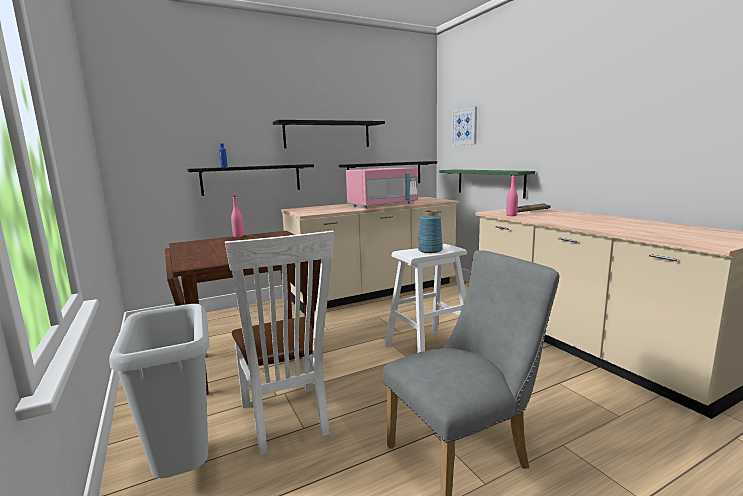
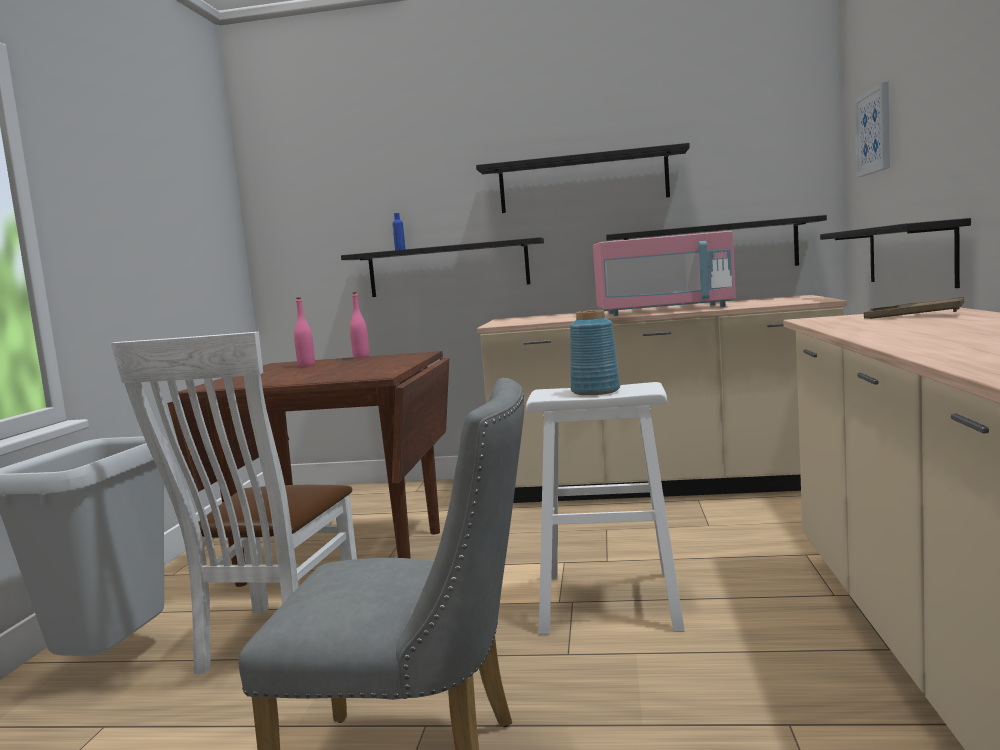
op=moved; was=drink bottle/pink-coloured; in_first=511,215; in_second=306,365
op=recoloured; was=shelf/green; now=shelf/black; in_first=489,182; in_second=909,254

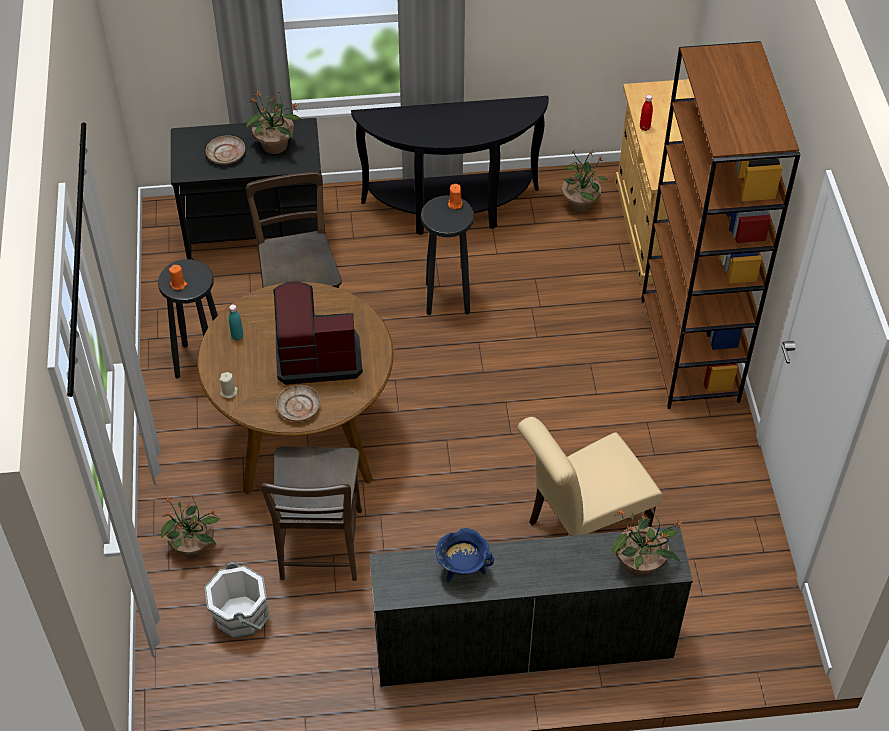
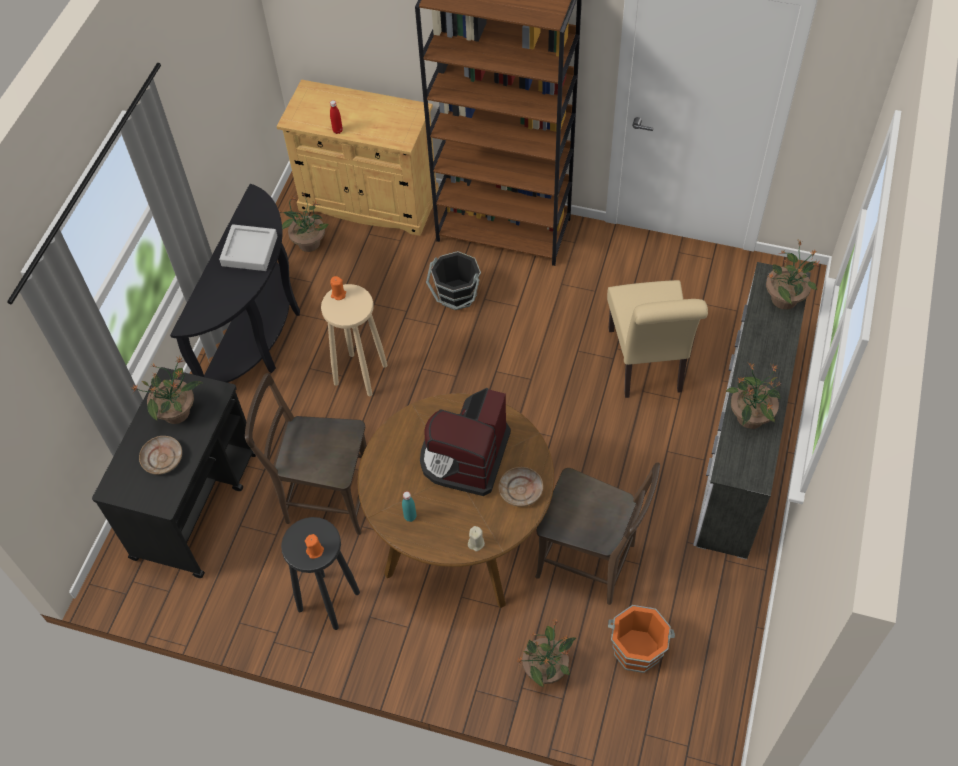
op=added; now=carrying tray/greyish; in_second=249,251
op=added; now=pail/black; in_second=457,295
op=replaced; was=cooking pot/blue-coloured; now=houseplant; in_first=463,569; in_second=750,417
op=recoloured; was=pail/white-coloured; now=pail/orange; in_first=241,616; in_second=637,649
op=recoloured; was=sitting stool/black; now=sitting stool/sand-coloured; in_first=447,299; in_second=361,374

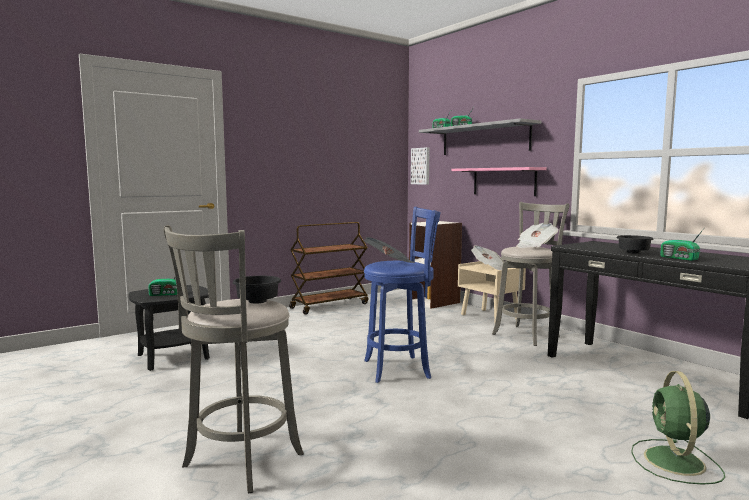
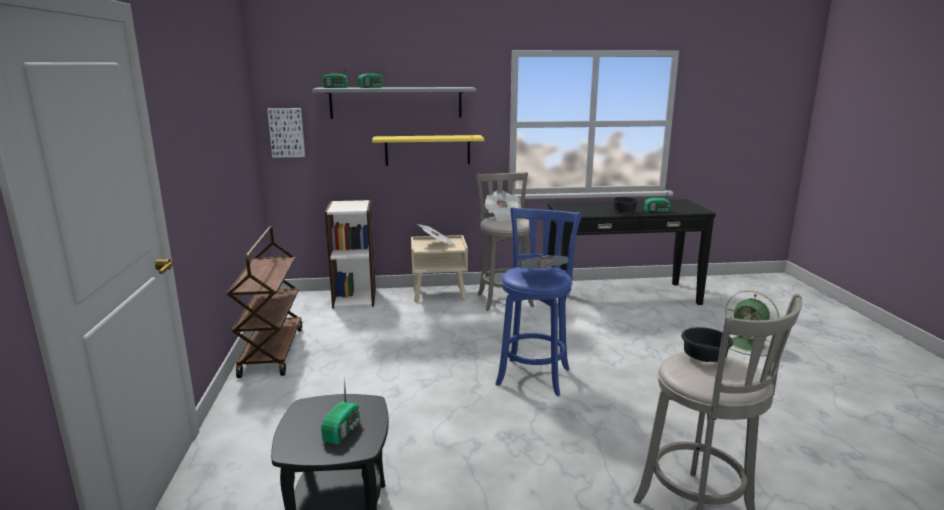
op=recoloured; was=shelf/pink-coloured; now=shelf/yellowish; in_first=504,181; in_second=427,150

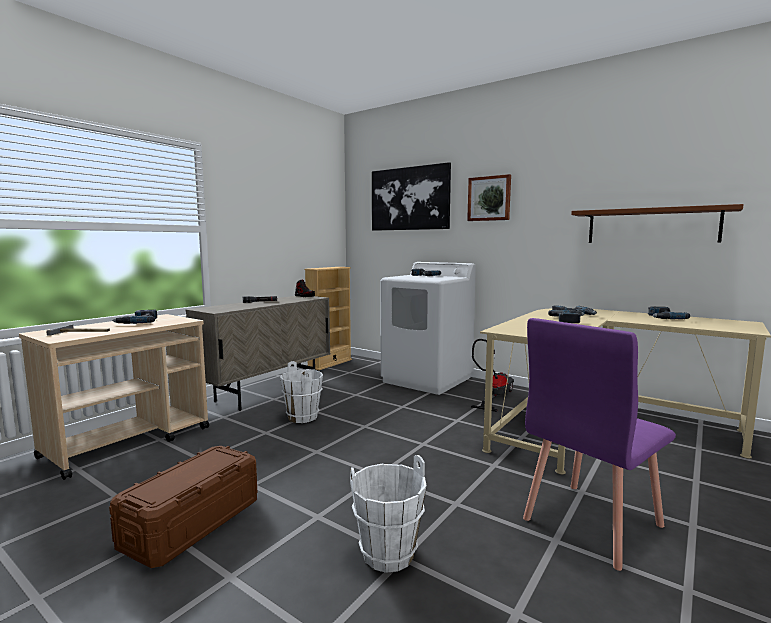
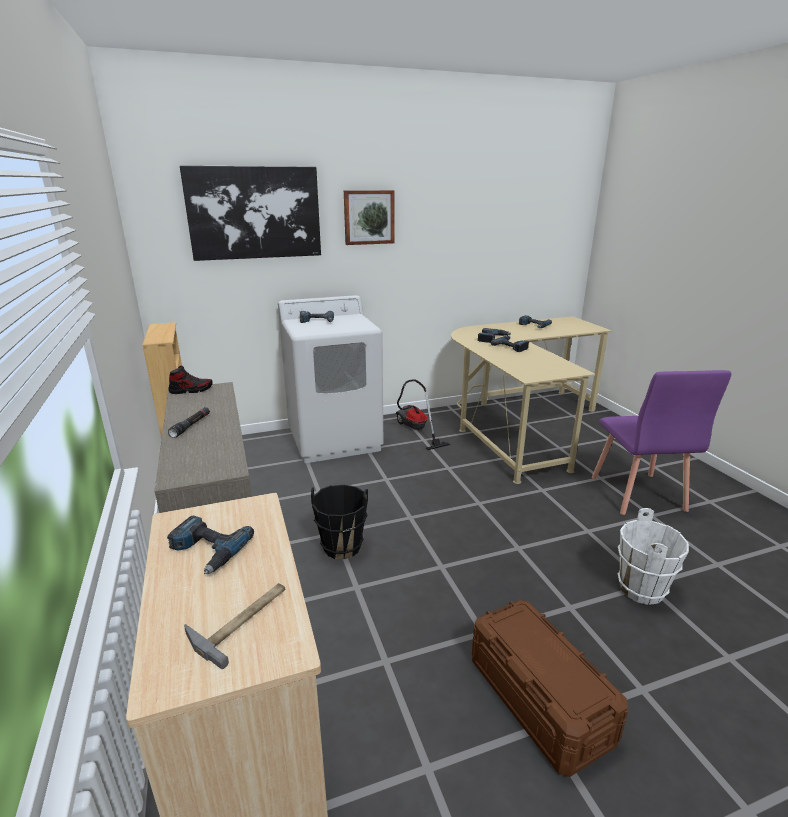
op=removed; was=shelf/brown; in_first=651,226
op=recoloured; was=pail/white-coloured; now=pail/black; in_first=303,417; in_second=342,547

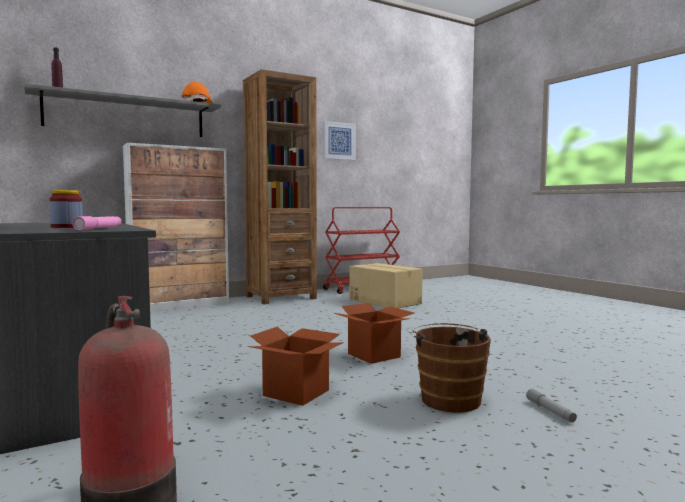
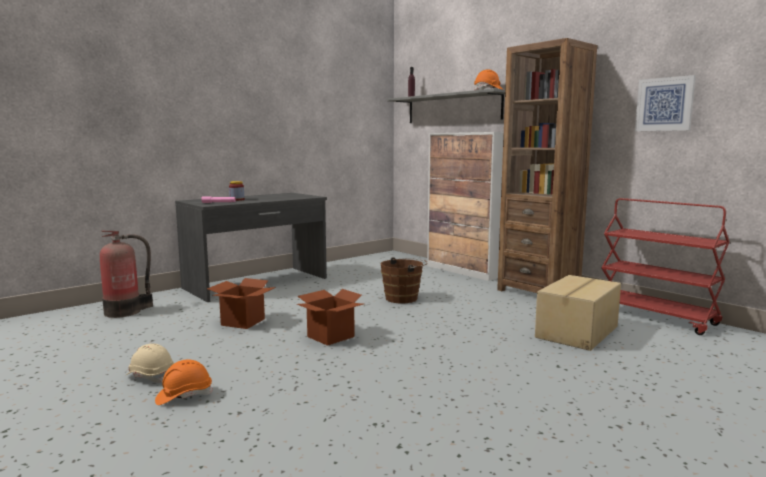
op=added; now=work helmet/sand-coloured; in_second=150,376
op=moved; was=pail/brown; in_first=449,398; in_second=404,298
op=replaced; was=flashlight/greyish; now=work helmet/orange; in_first=550,411; in_second=184,396

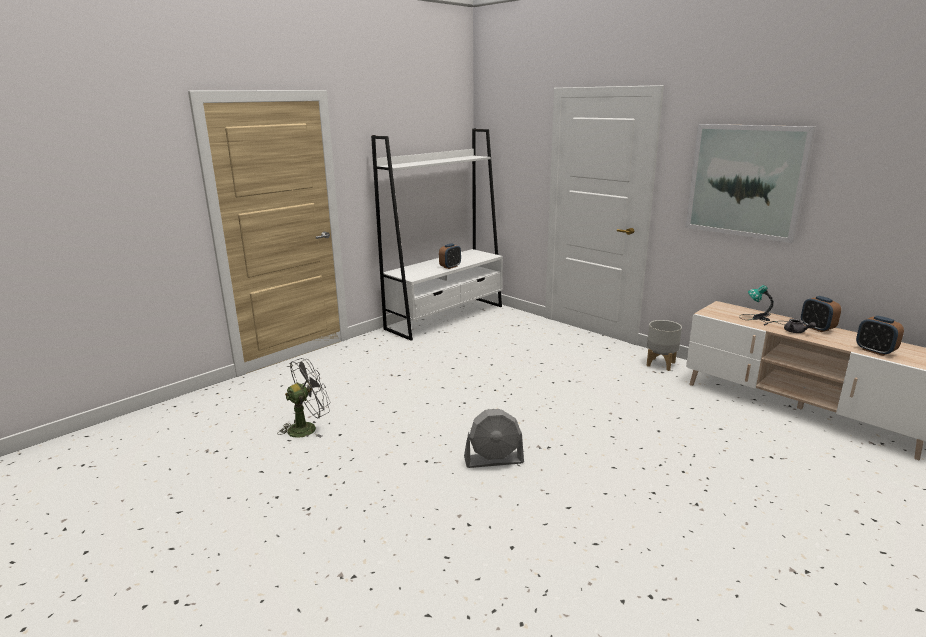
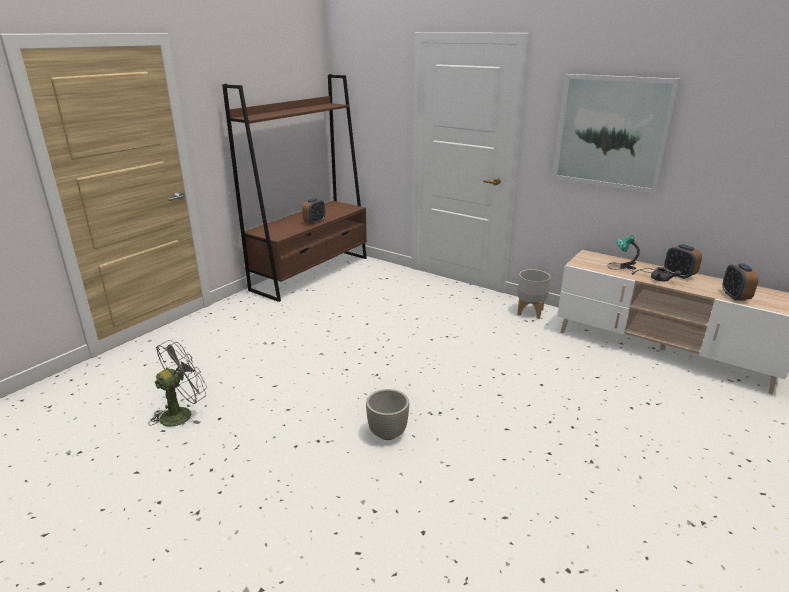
op=replaced; was=electric fan/greyish; now=plant pot/greyish; in_first=494,460; in_second=388,433
op=recoloured; was=bookcase/white-coloured; now=bookcase/brown; in_first=446,317; in_second=311,273
op=turned; was=table clock; in_first=875,351; in_second=735,296; clockwise=45

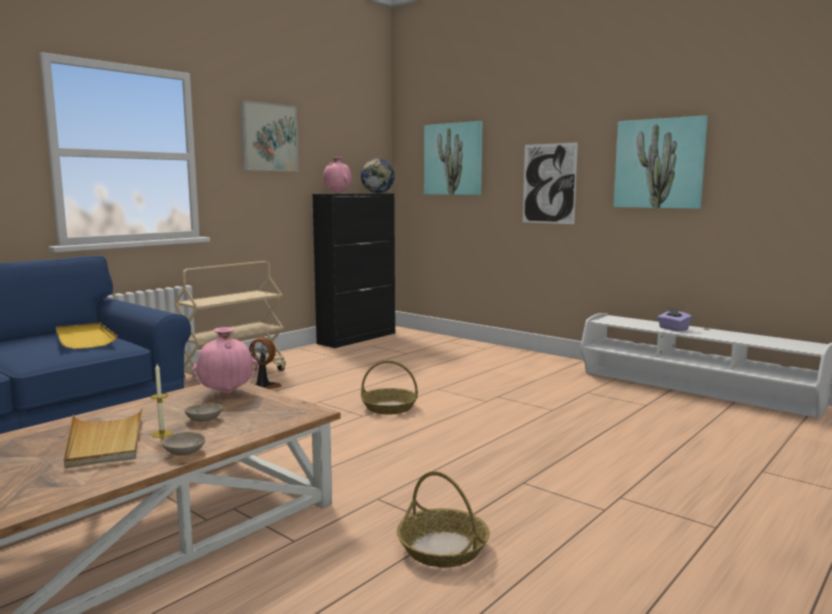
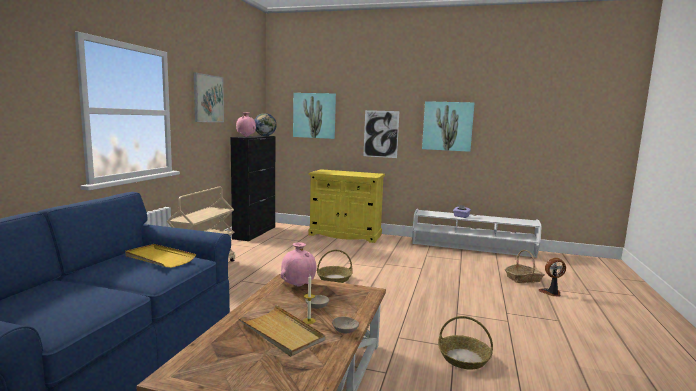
op=added; now=cupboard/yellowish; in_second=345,235
op=added; now=basket; in_second=523,279
op=moved; was=electric fan; in_first=264,387; in_second=551,293

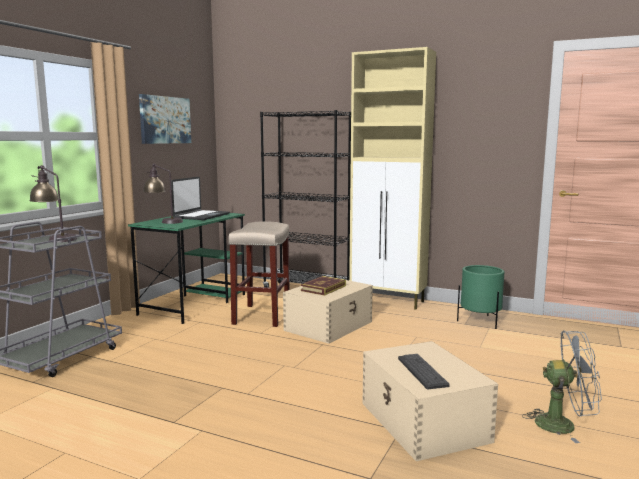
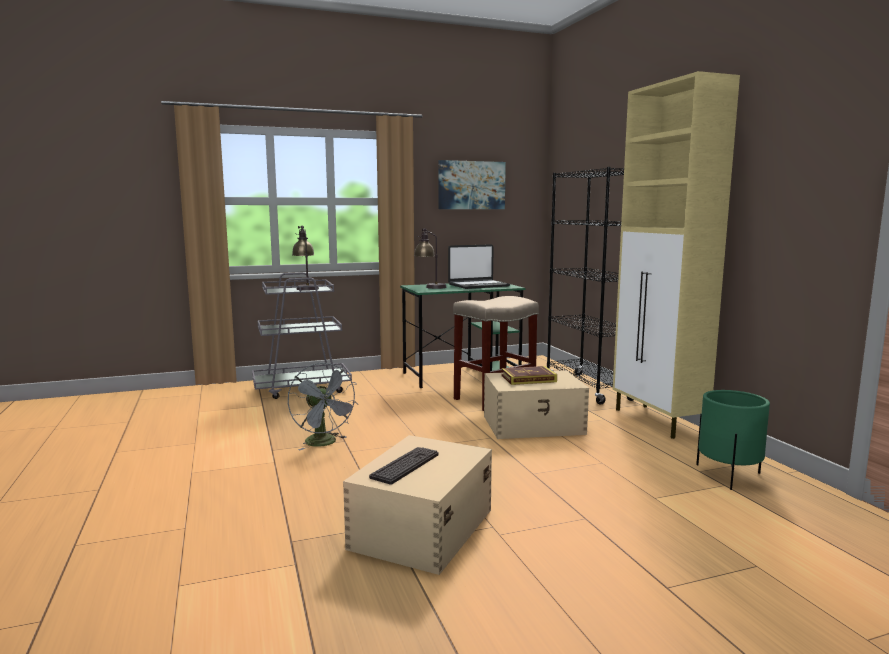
op=moved; was=electric fan/greyish; in_first=563,425; in_second=324,443

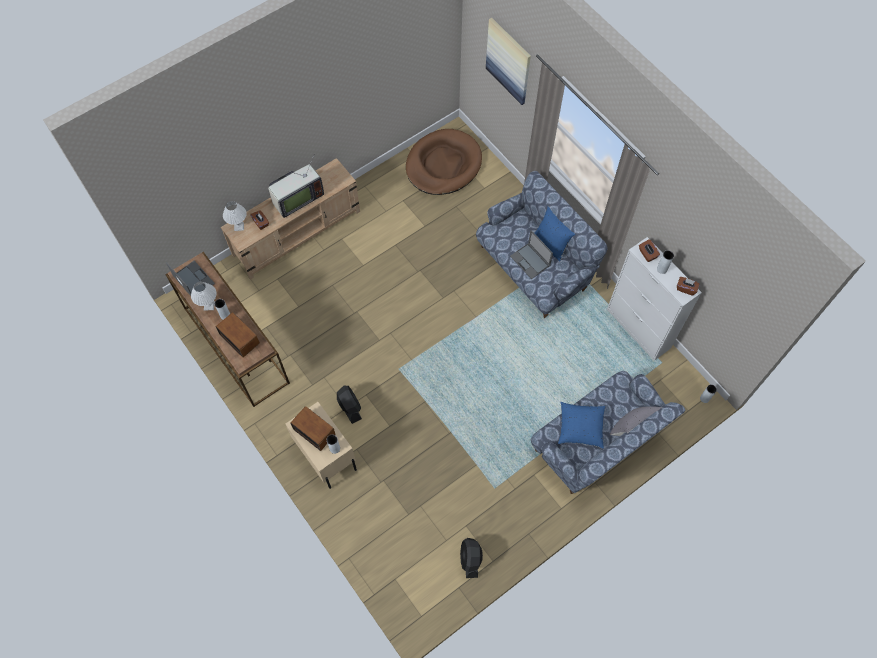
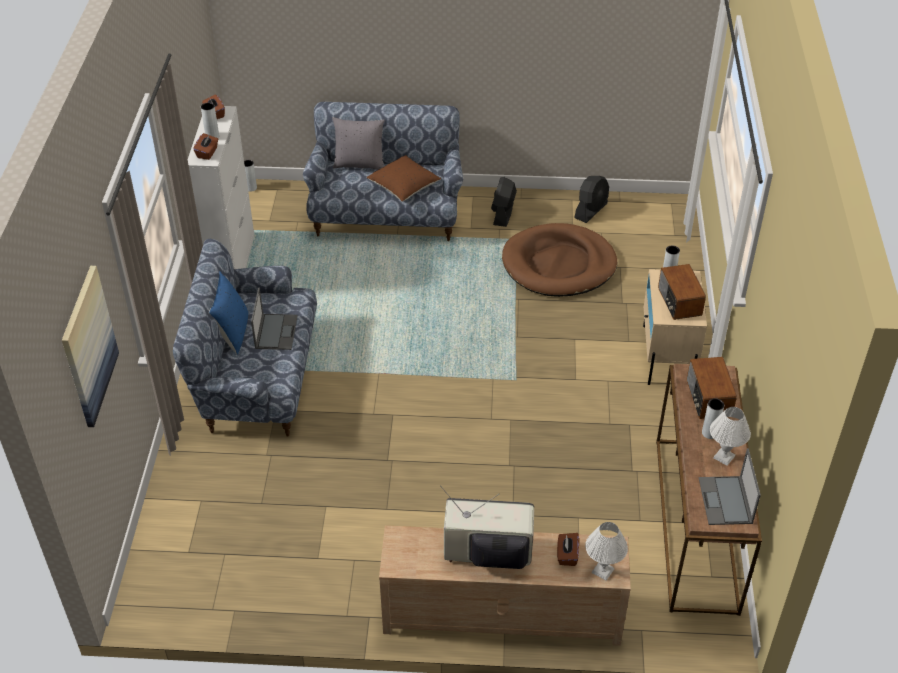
op=moved; was=electric fan/black; in_first=349,407; in_second=503,213
op=moved; was=pet bed/brown; in_first=443,165; in_second=559,264
op=recoloured; was=throw pillow/blue-coloured; now=throw pillow/brown; in_first=580,428; in_second=404,187

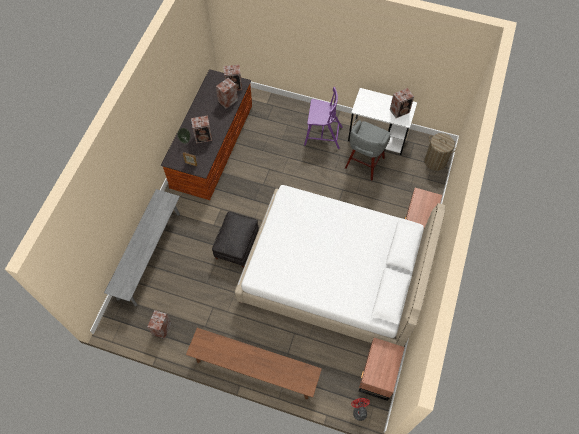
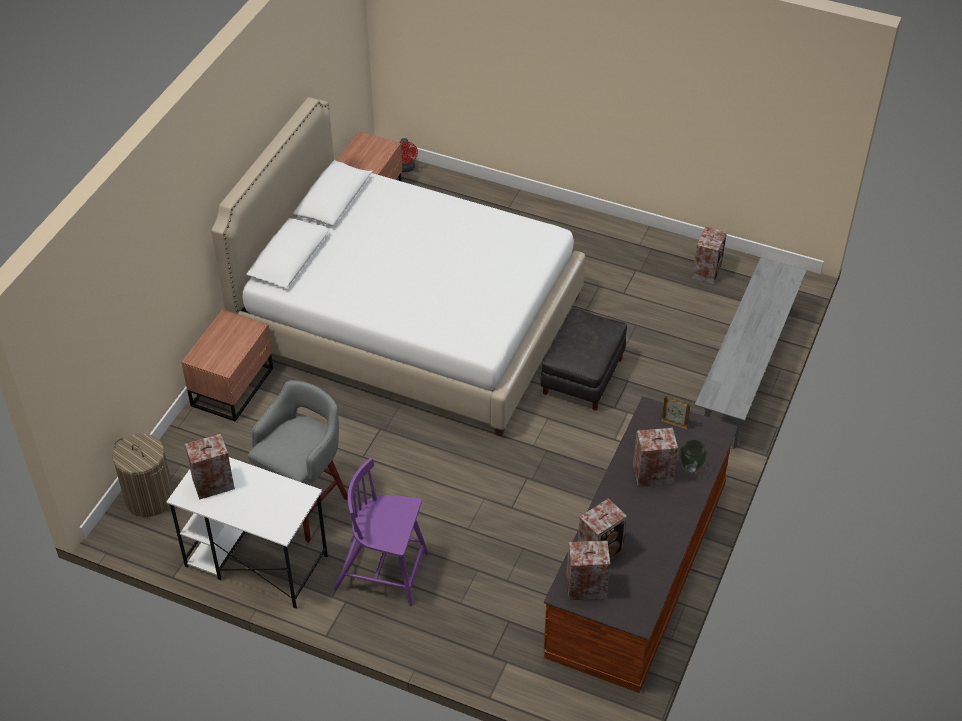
op=removed; was=indoor bench/brown; in_first=255,369

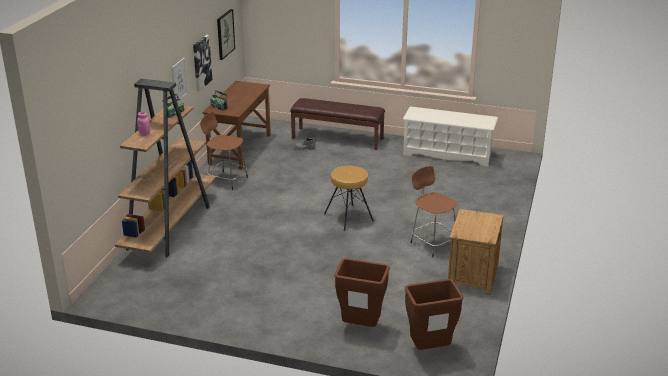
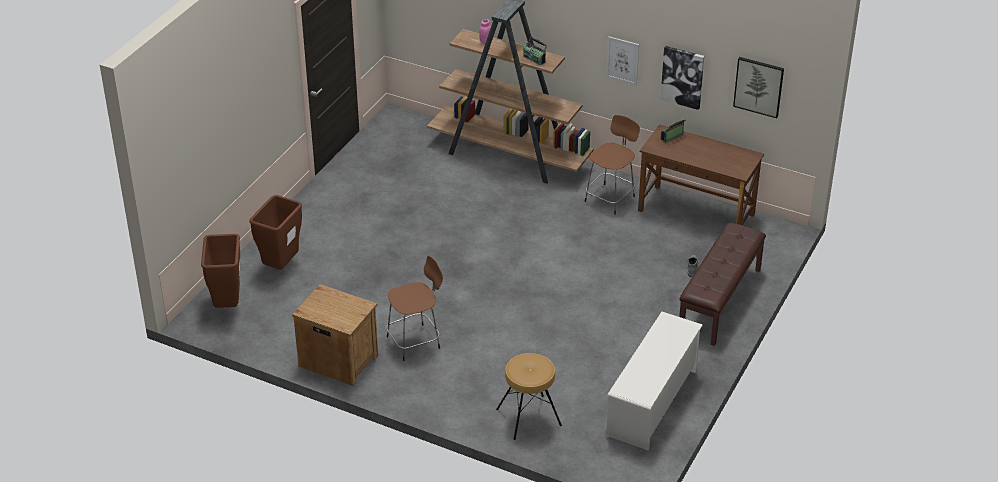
op=moved; was=sitting stool/brown; in_first=348,217; in_second=529,417

